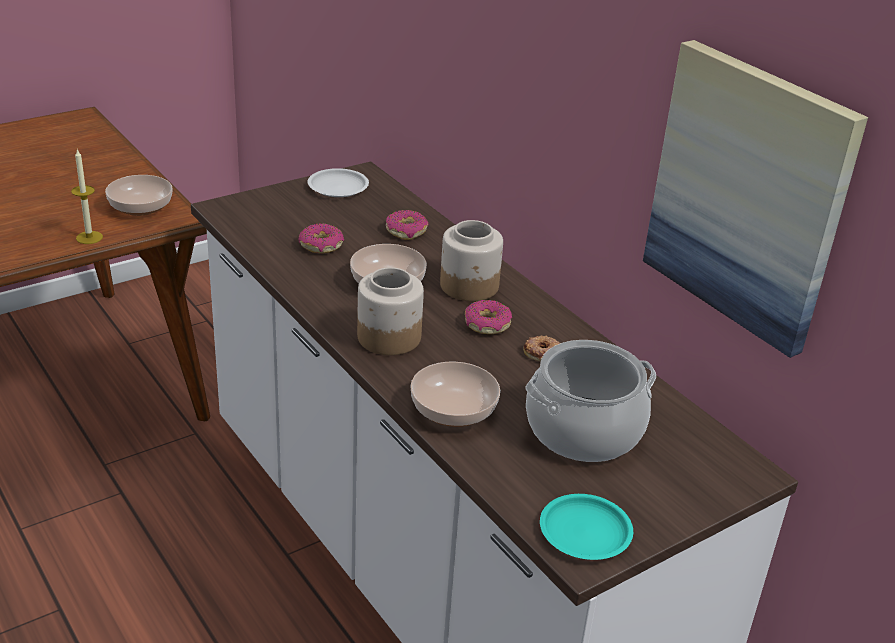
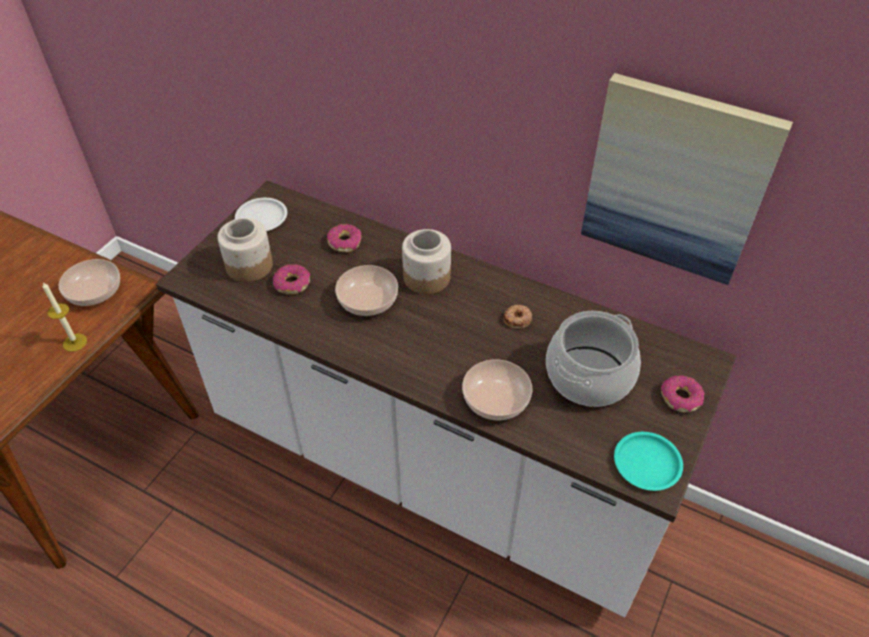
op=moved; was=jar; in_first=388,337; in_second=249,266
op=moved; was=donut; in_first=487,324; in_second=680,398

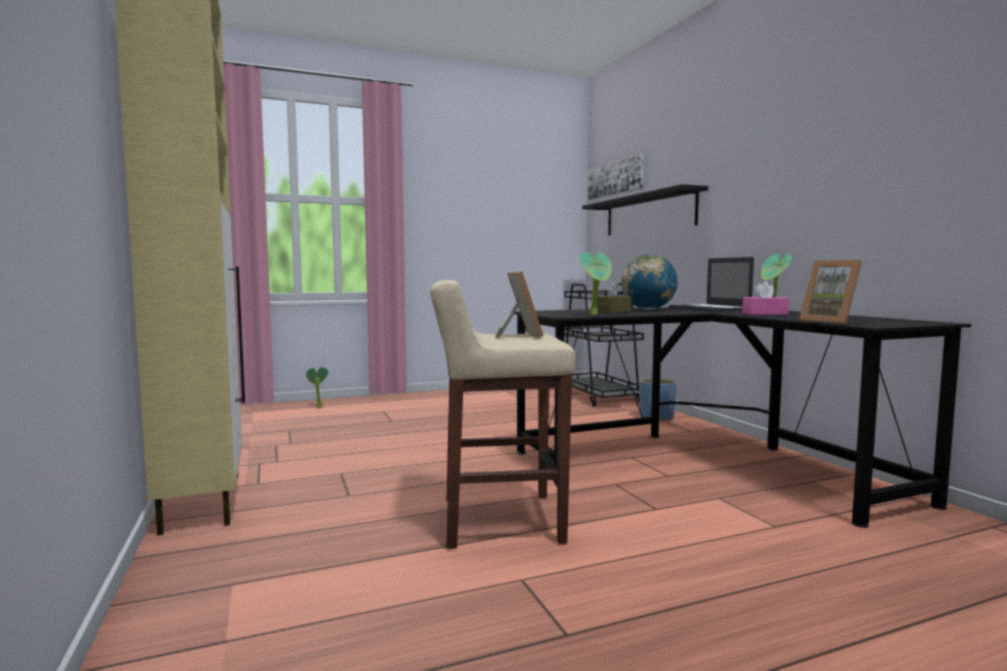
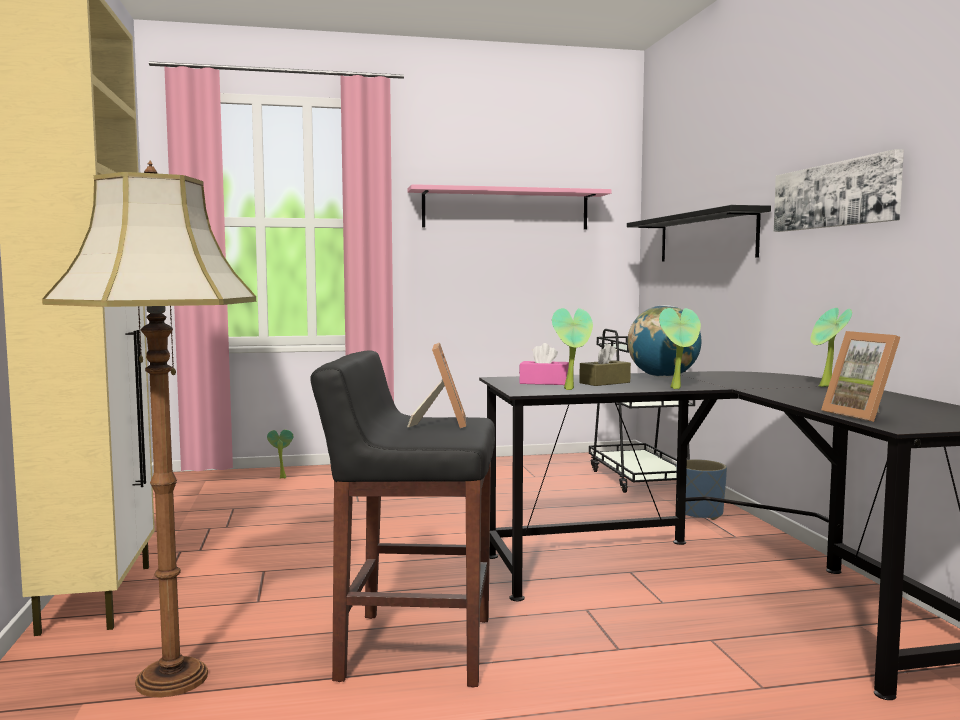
op=removed; was=notebook computer; in_first=710,309
op=added; now=floor lamp; in_second=169,680
op=added; now=shelf/pink-coloured; in_second=506,209
op=added; now=houseplant; in_second=678,388
op=moved; was=wall picture; in_first=615,178; in_second=835,195
op=moved; was=box of tissues/pink-coloured; in_first=764,314; in_second=544,382
op=recoloured; was=sitting stool/sand-coloured; now=sitting stool/black; in_first=498,520; in_second=413,648

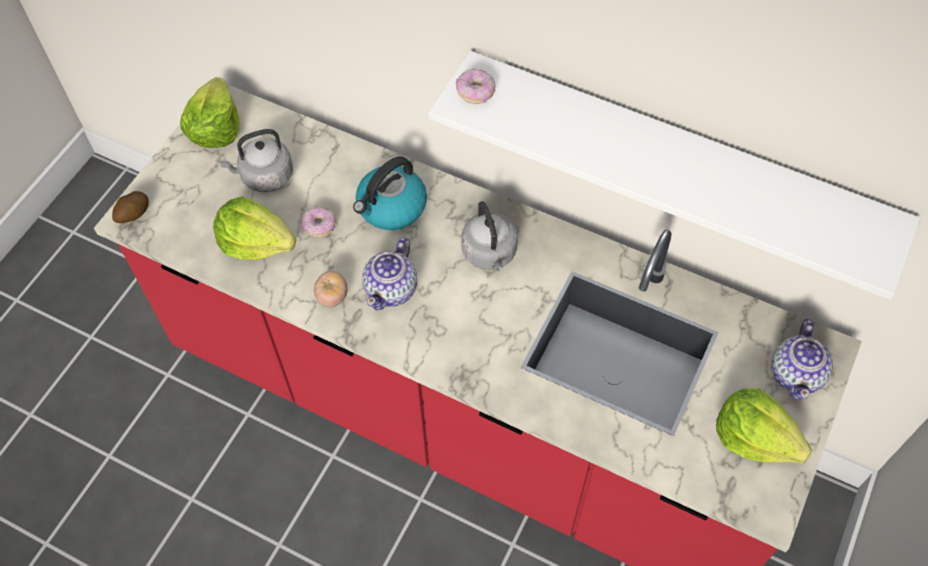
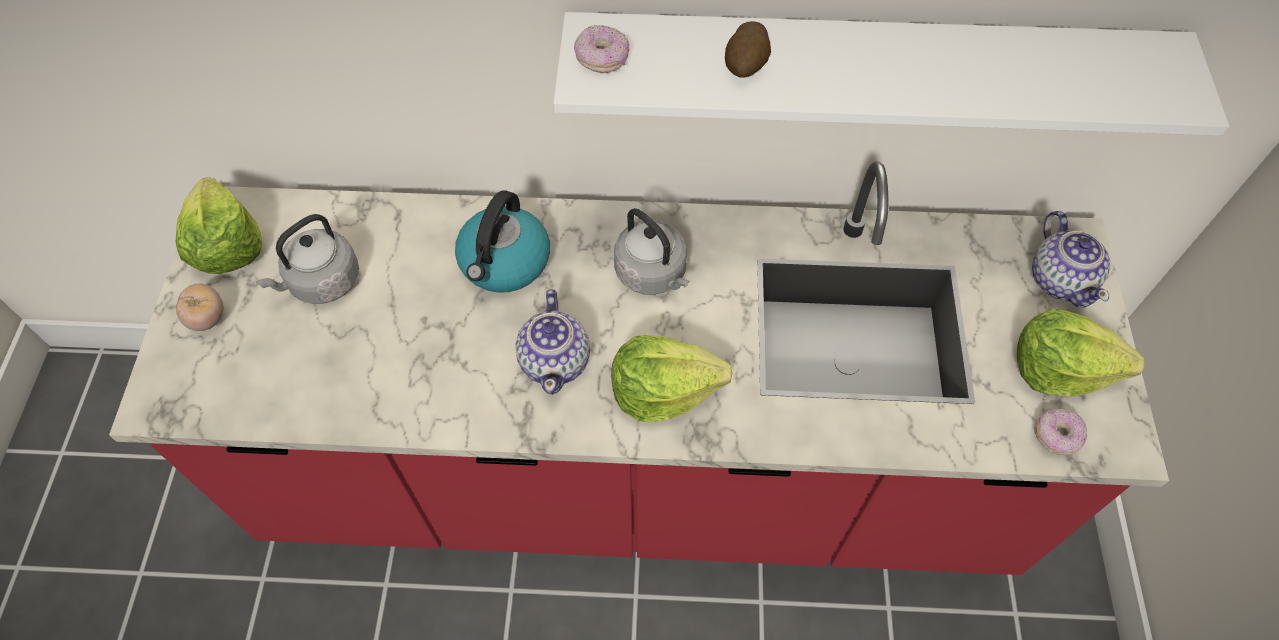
op=moved; was=whole potato; in_first=133,214; in_second=746,65
op=moved; was=lettuce head; in_first=256,242; in_second=663,390
op=moved; was=donut; in_first=319,226; in_second=1056,436
op=moved; was=fresh tomato; in_first=332,297; in_second=207,318

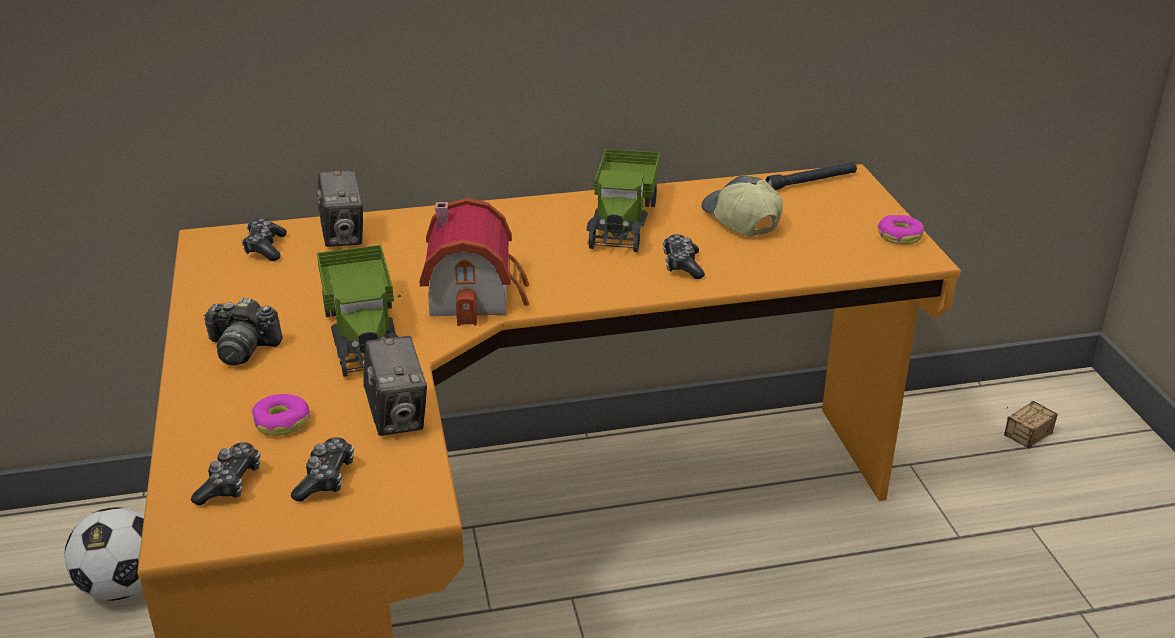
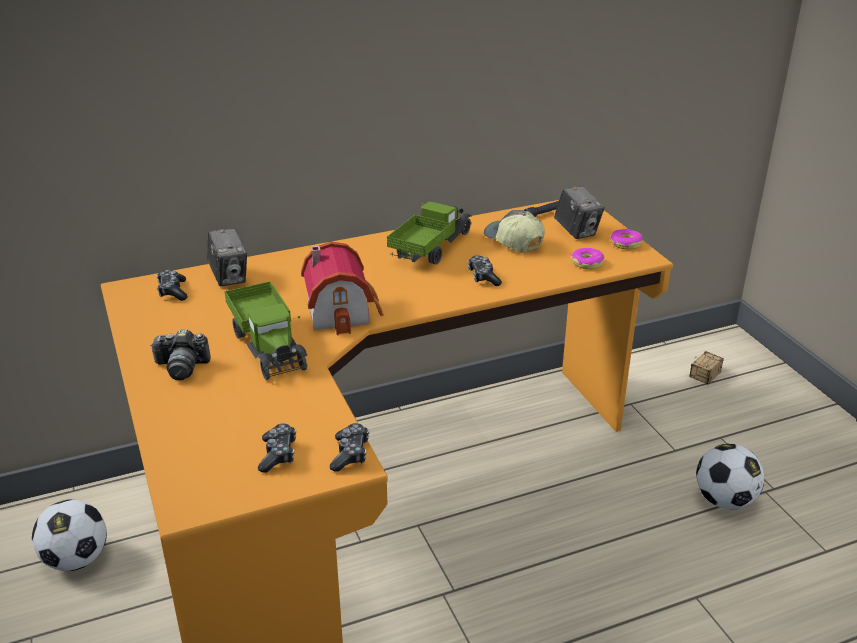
op=added; now=football; in_second=724,500
op=moved; was=game controller; in_first=230,483; in_second=350,454
op=moved; was=donut; in_first=282,422; in_second=587,263
op=moved; was=photo camera; in_first=397,417; in_second=577,231
op=turned; was=model truck; in_first=623,219; in_second=431,248; clockwise=-150

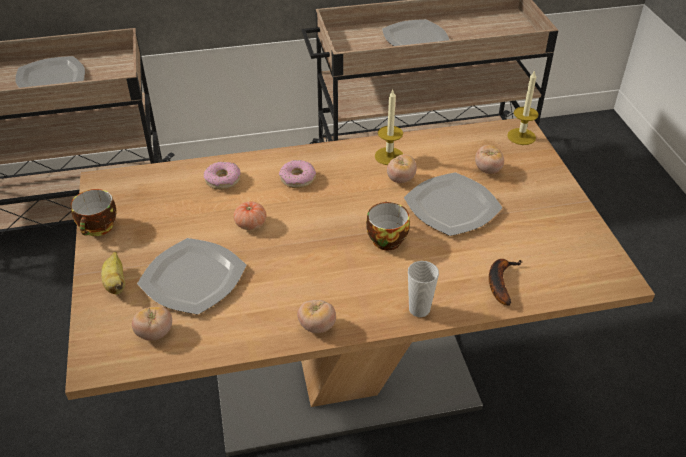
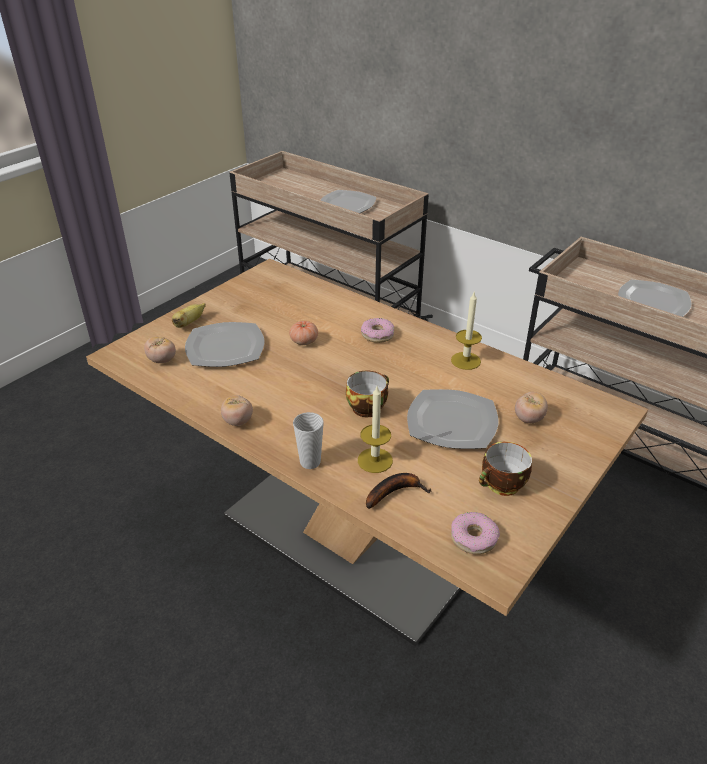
op=removed; was=fresh tomato; in_first=401,179
op=moved; was=drinking cup; in_first=99,228; in_second=502,486
op=moved; was=donut; in_first=223,180; in_second=473,538
op=moved; was=wax candle; in_first=521,136; in_second=375,460

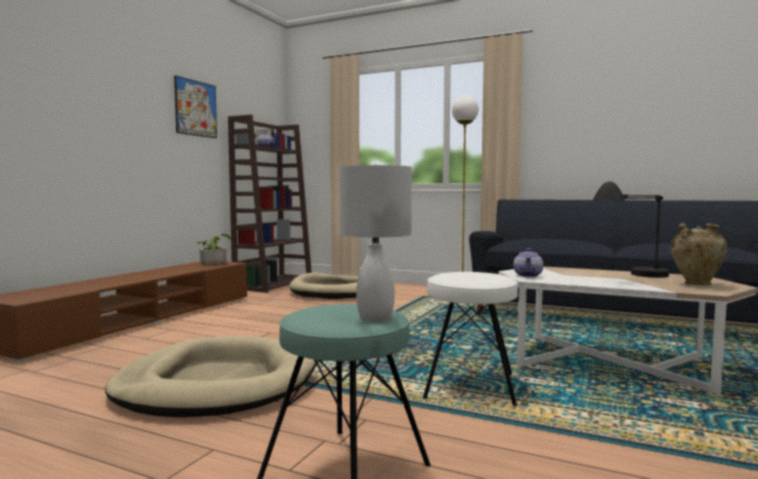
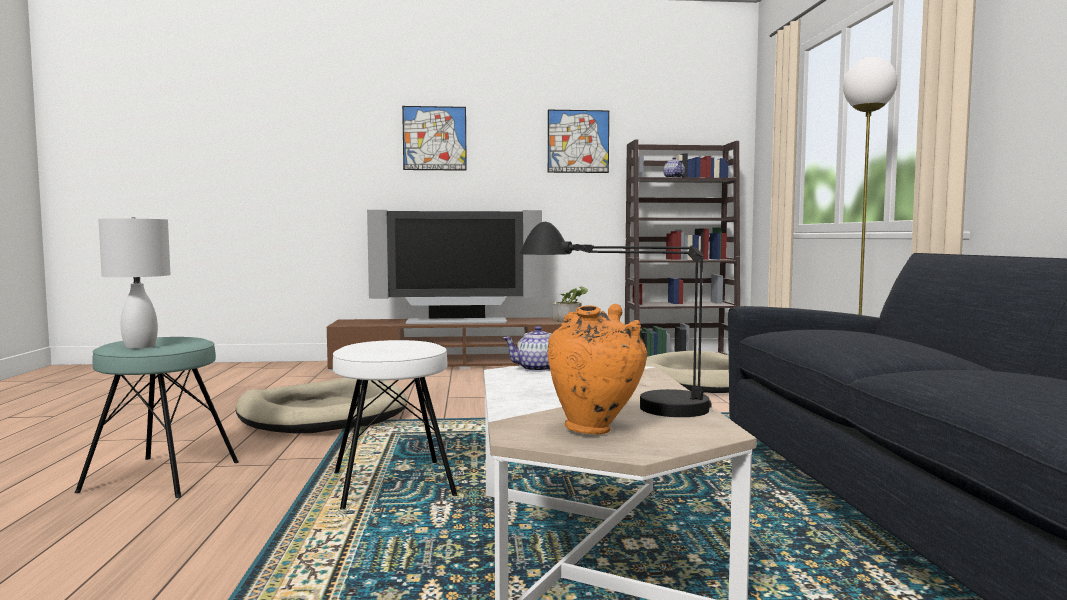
op=added; now=television; in_second=457,321
op=added; now=wall picture; in_second=434,138
op=recoloured; was=decorative vase/sand-coloured; now=decorative vase/orange; in_first=696,284; in_second=595,430

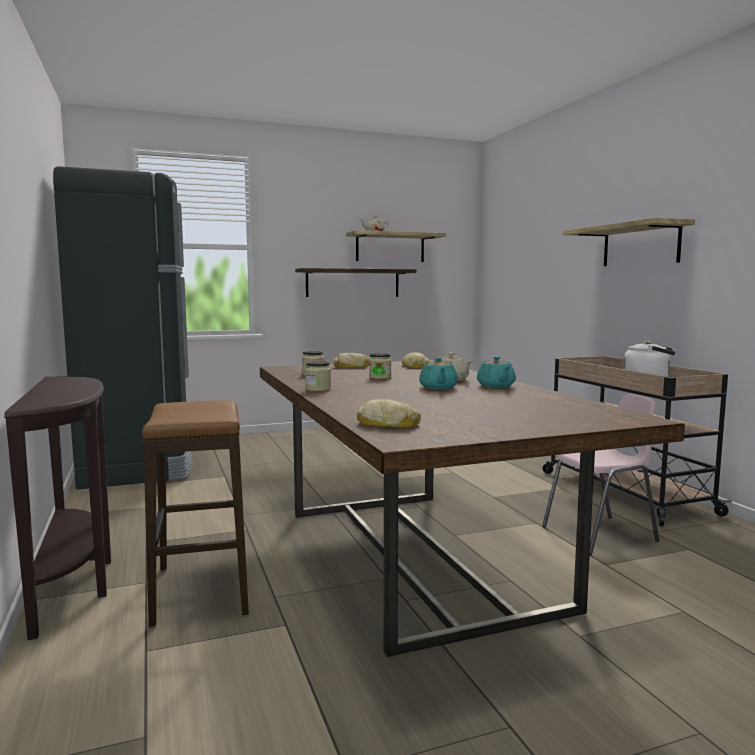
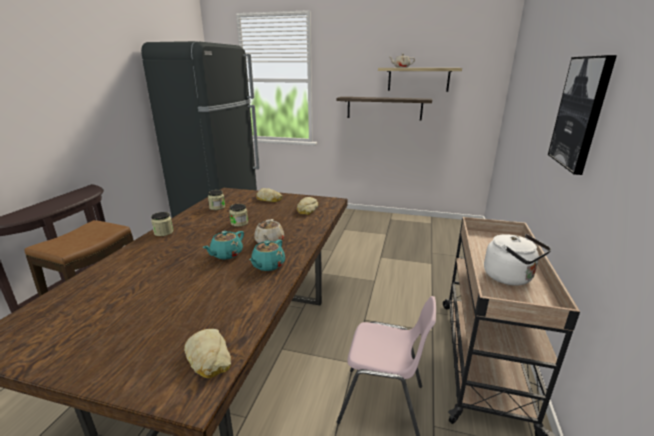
op=moved; was=baked bread; in_first=388,423; in_second=208,358
op=replaced; was=shelf; now=wall picture; in_first=640,245; in_second=580,113

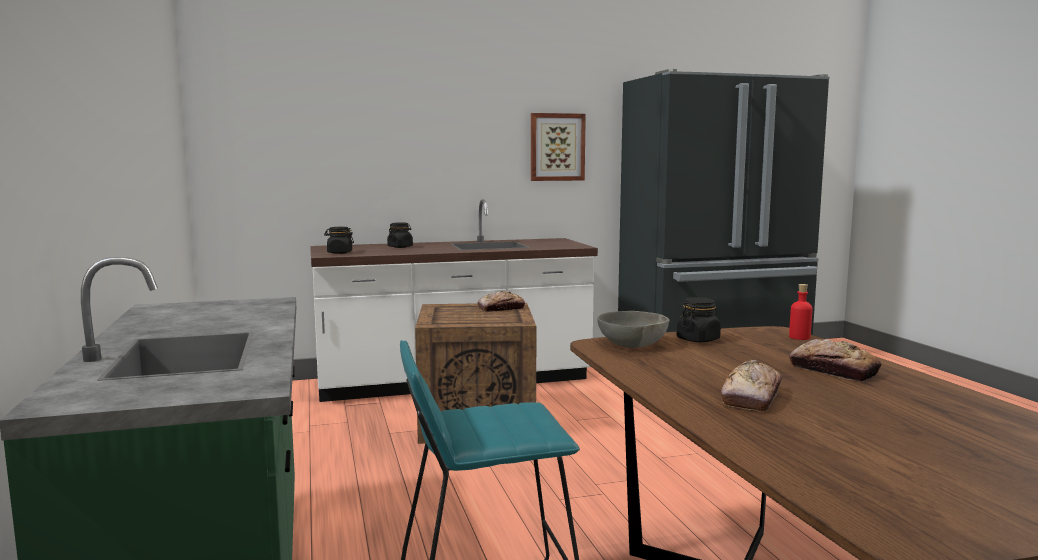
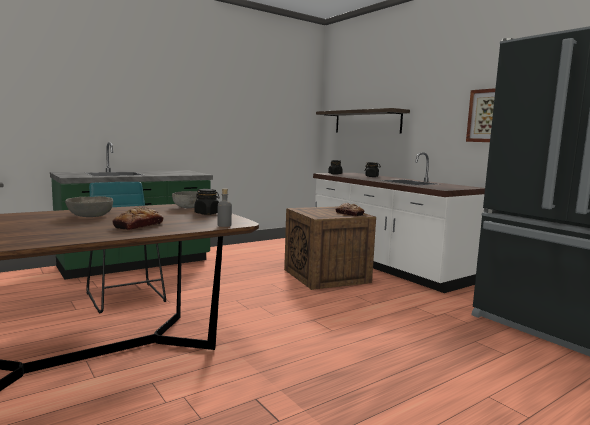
op=added; now=shelf; in_second=367,122
op=replaced; was=baked bread; now=bowl/greyish; in_first=751,397; in_second=89,216
op=recoloured; was=drink bottle/red-coloured; now=drink bottle/greyish; in_first=799,337; in_second=224,225

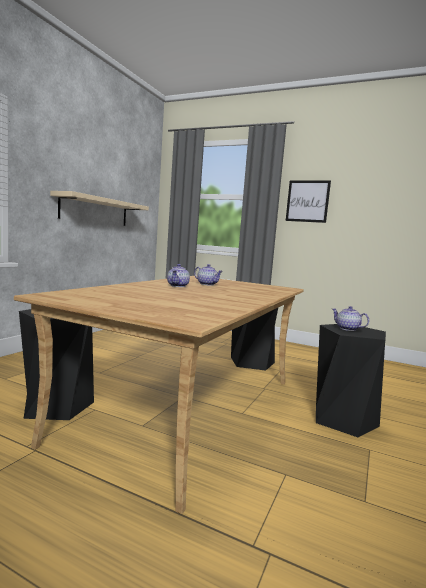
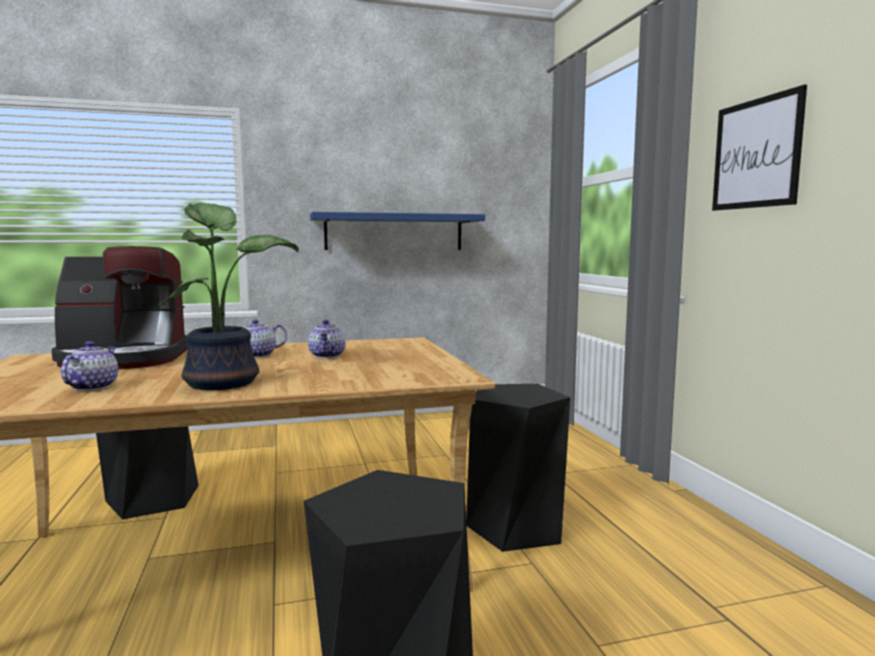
op=added; now=coffee brewer; in_second=124,359
op=added; now=houseplant; in_second=224,382
op=moved; was=teapot; in_first=347,329; in_second=91,387
op=recoloured; was=shelf/sand-coloured; now=shelf/blue-coloured; in_first=95,211; in_second=394,232

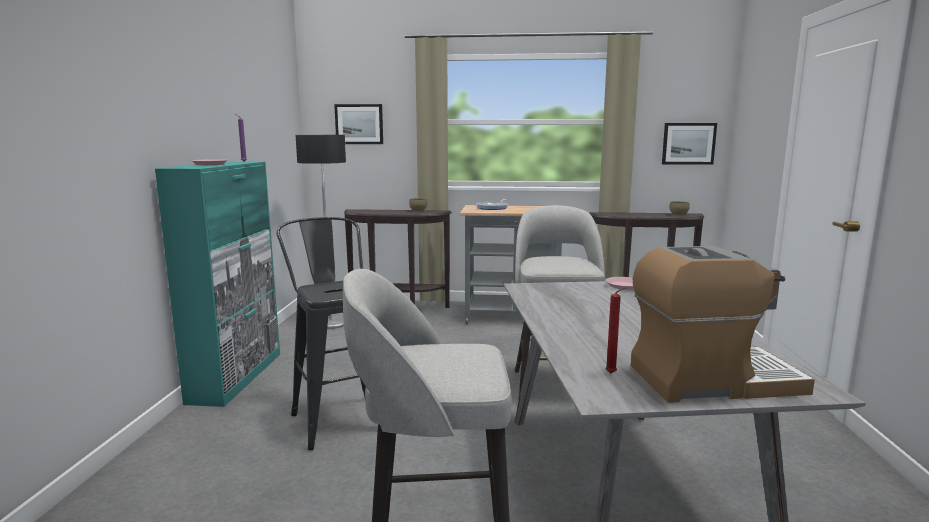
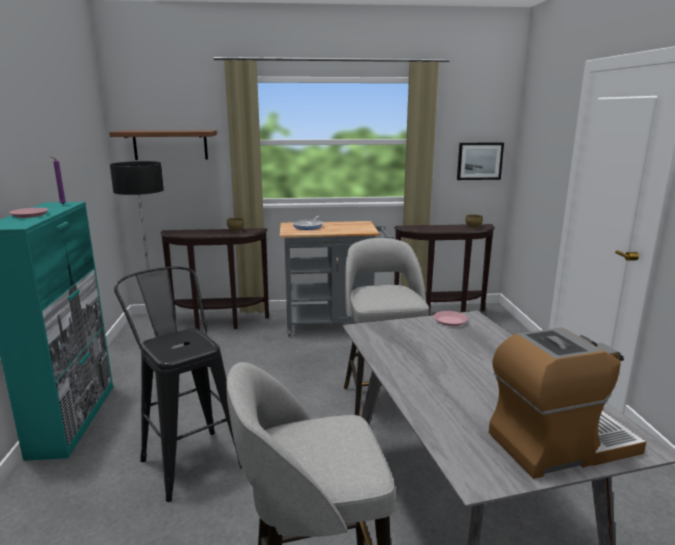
op=removed; was=wax candle/red-coloured; in_first=612,374
op=replaced; was=wall picture; now=shelf; in_first=359,124; in_second=170,145

